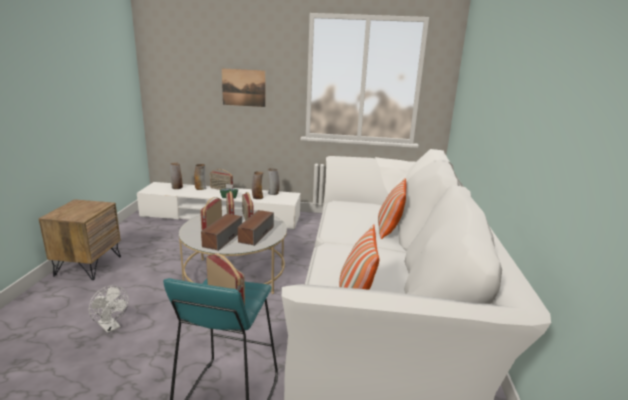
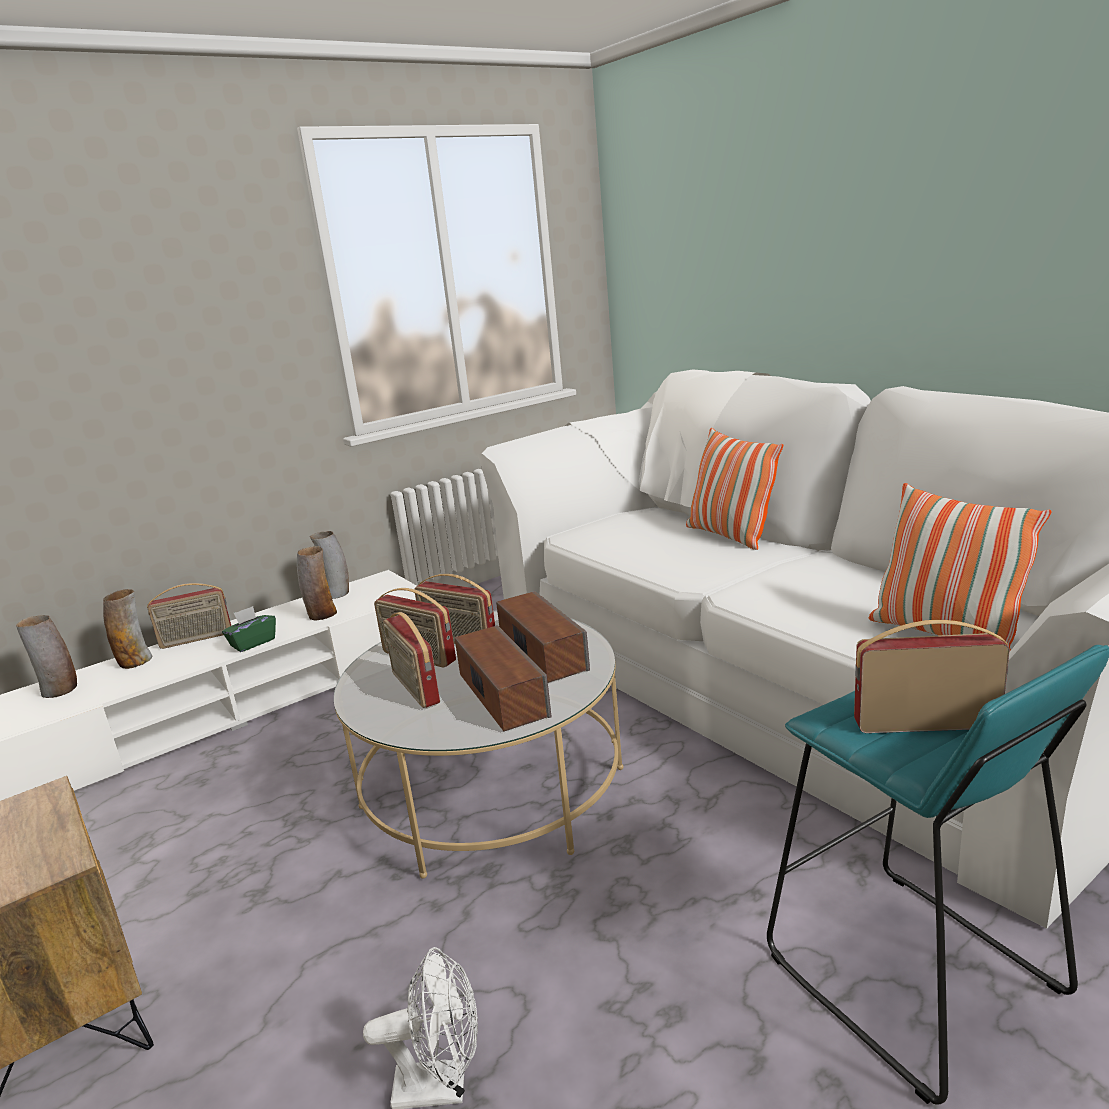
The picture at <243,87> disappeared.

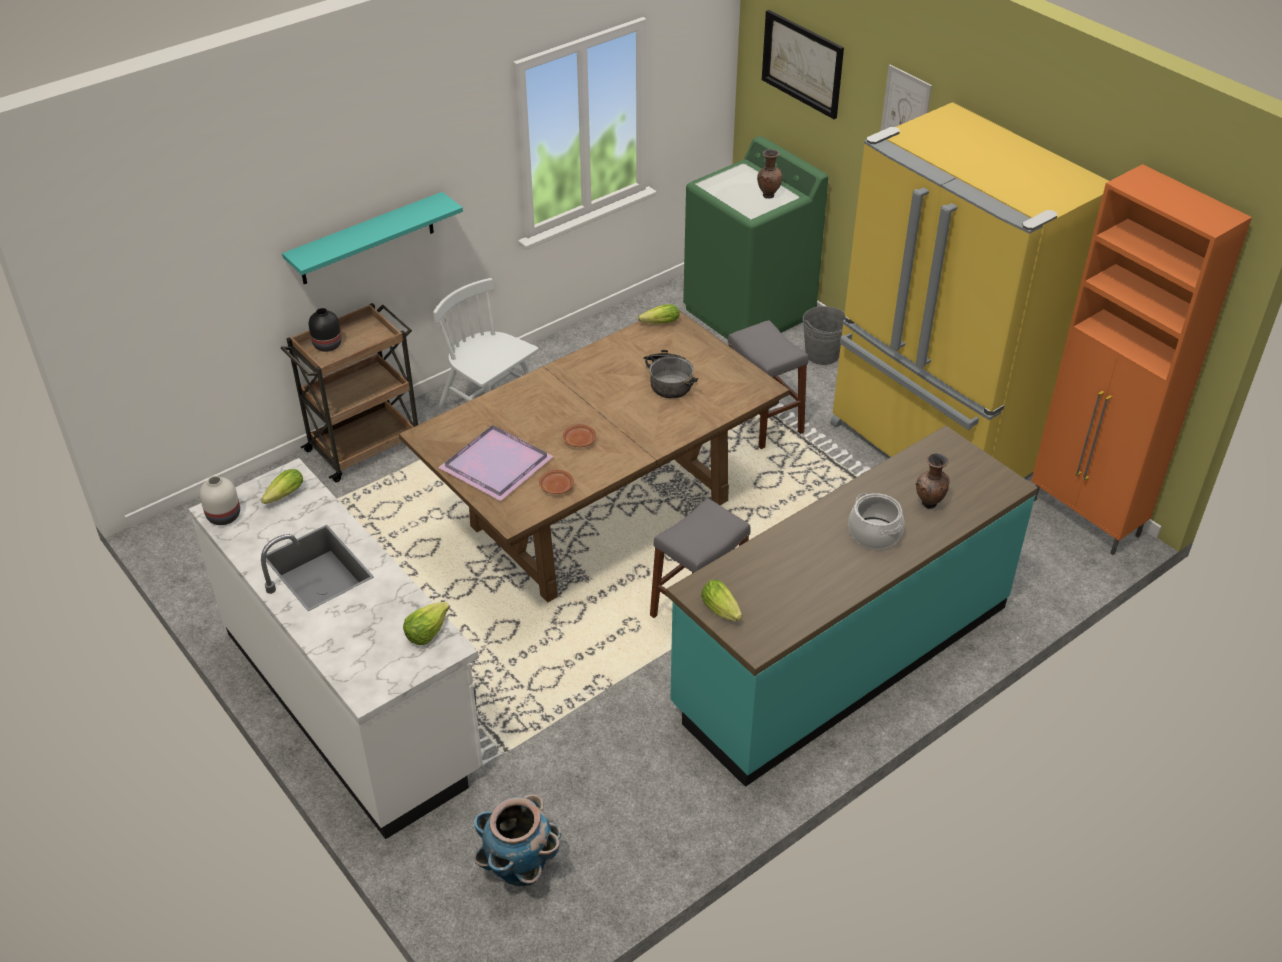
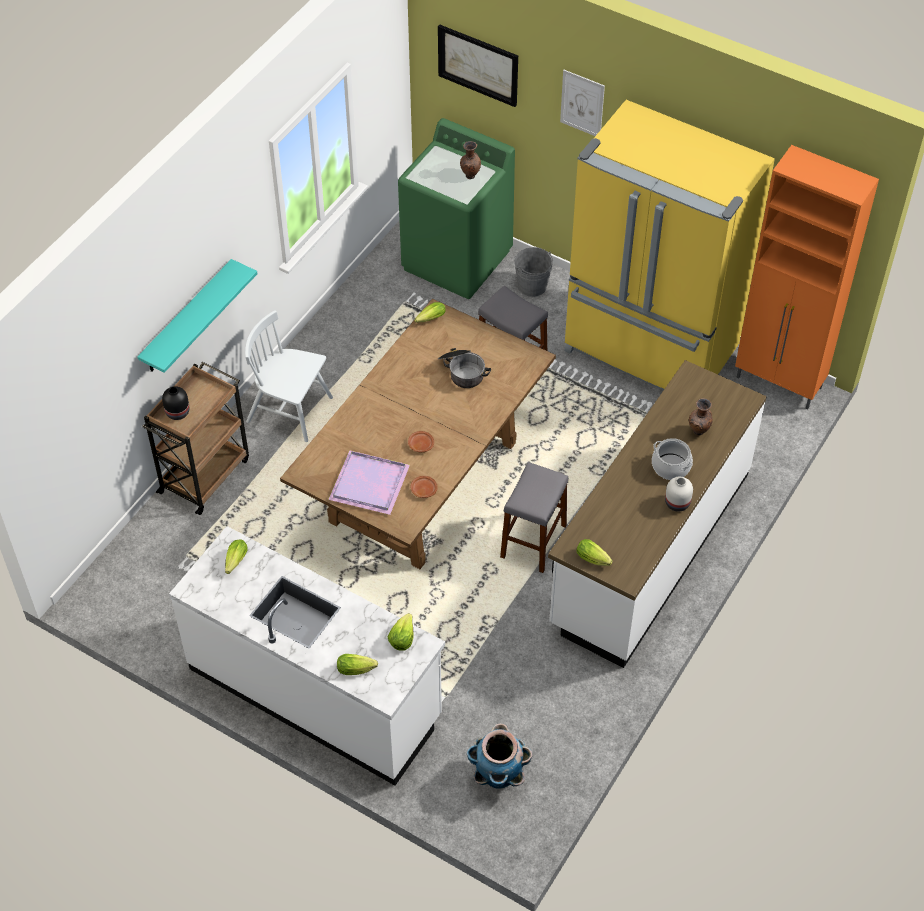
The turquoise-coloured kitchen counter at <852,606> became the whitish kitchen counter at <657,514>.
The whitish flower vase moved from <220,500> to <679,494>.
The lettuce at <357,664> appeared.

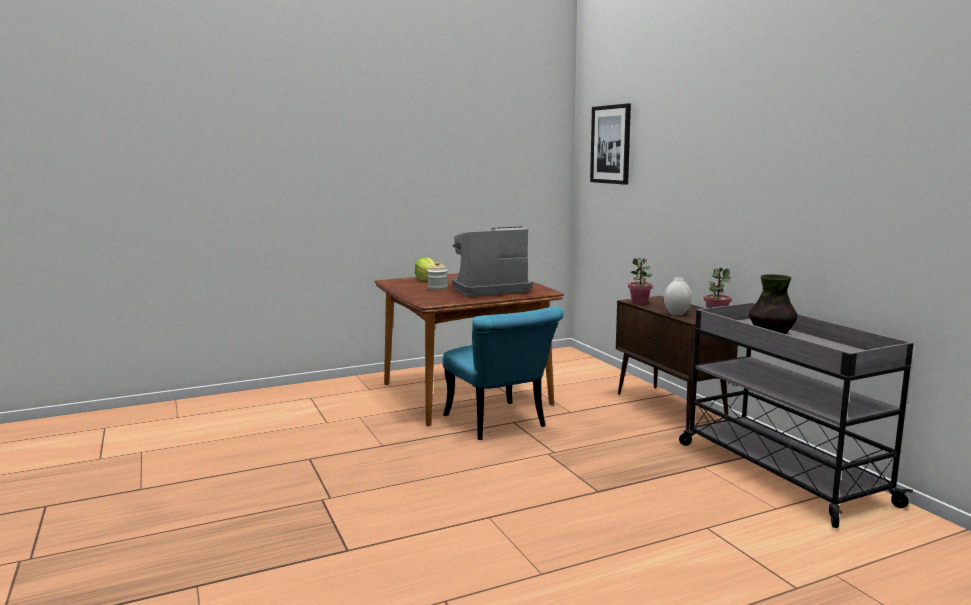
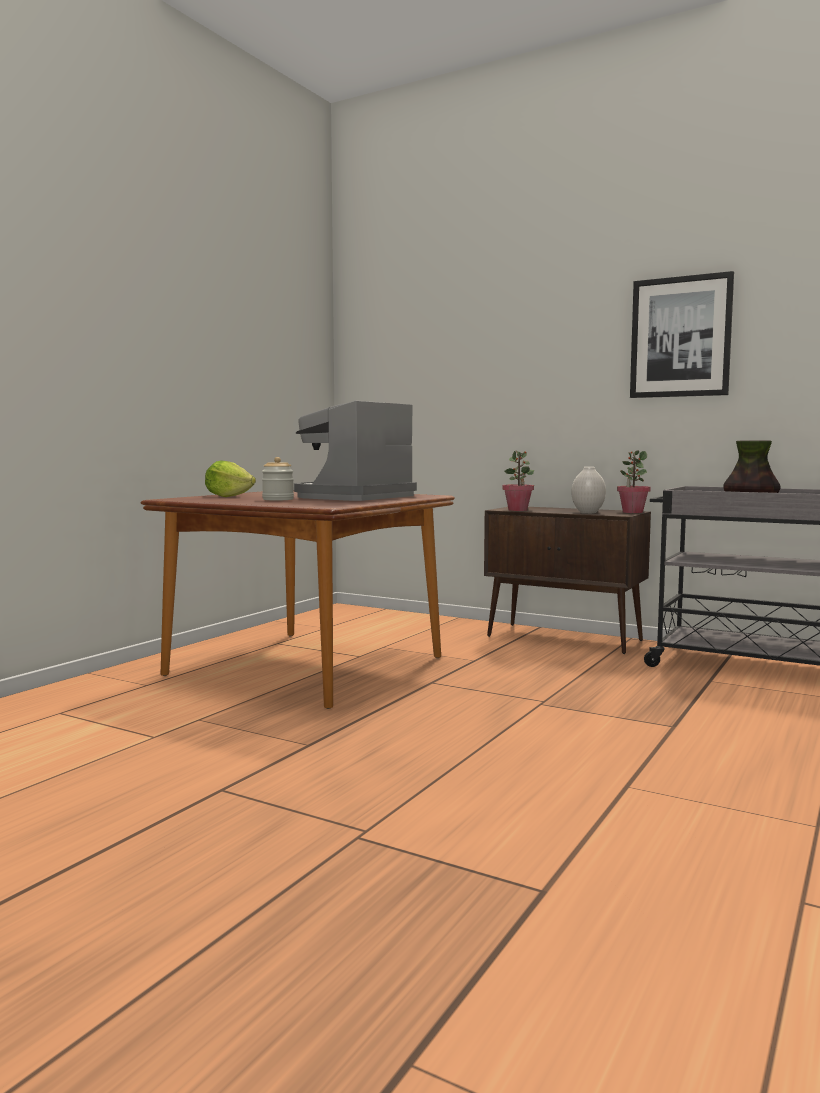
The picture moved from <610,144> to <682,334>.
The turquoise-coloured plain chair at <503,373> disappeared.

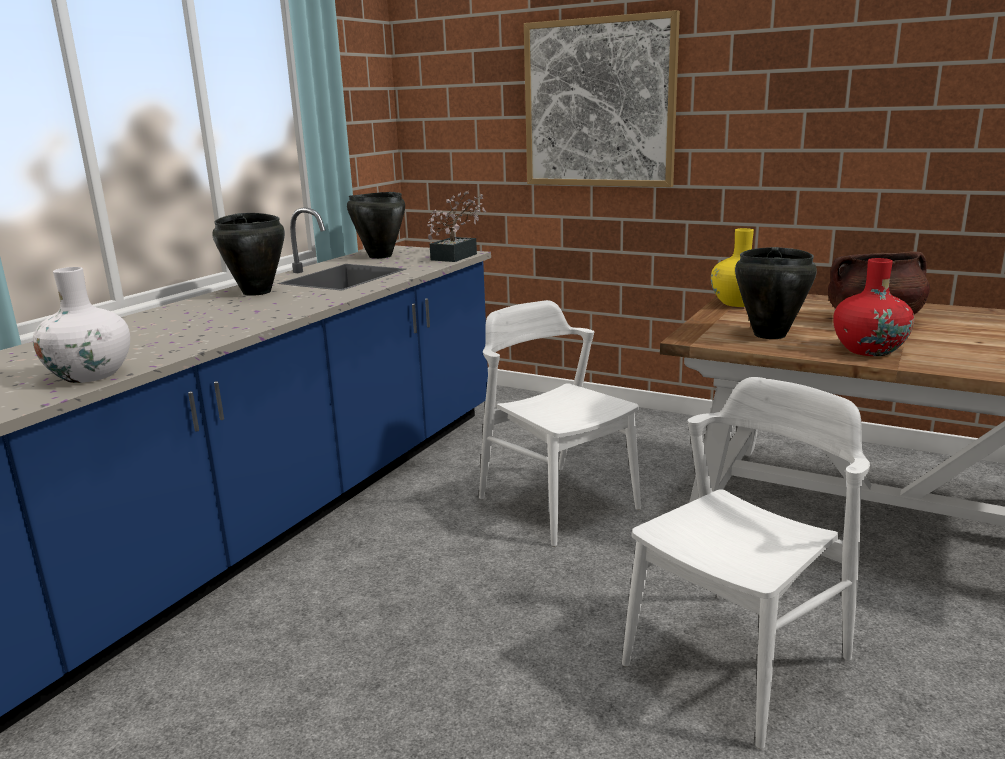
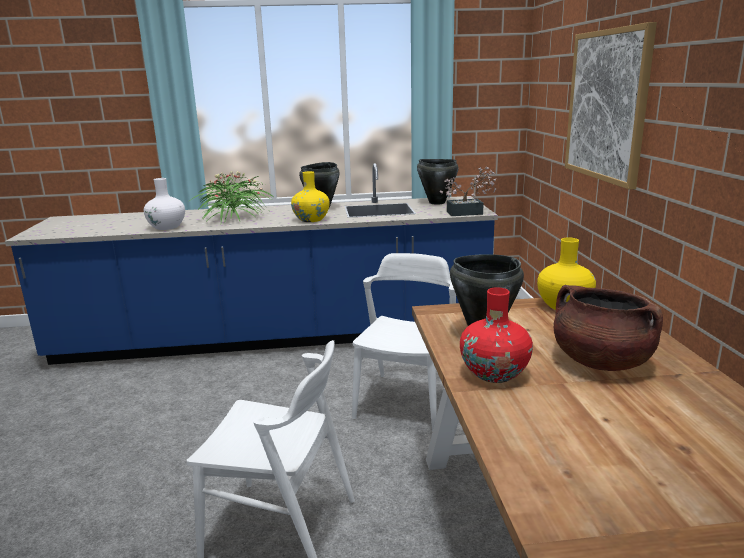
The plant in a pot at <233,196> appeared.
The yellow-coloured flower vase at <310,196> appeared.

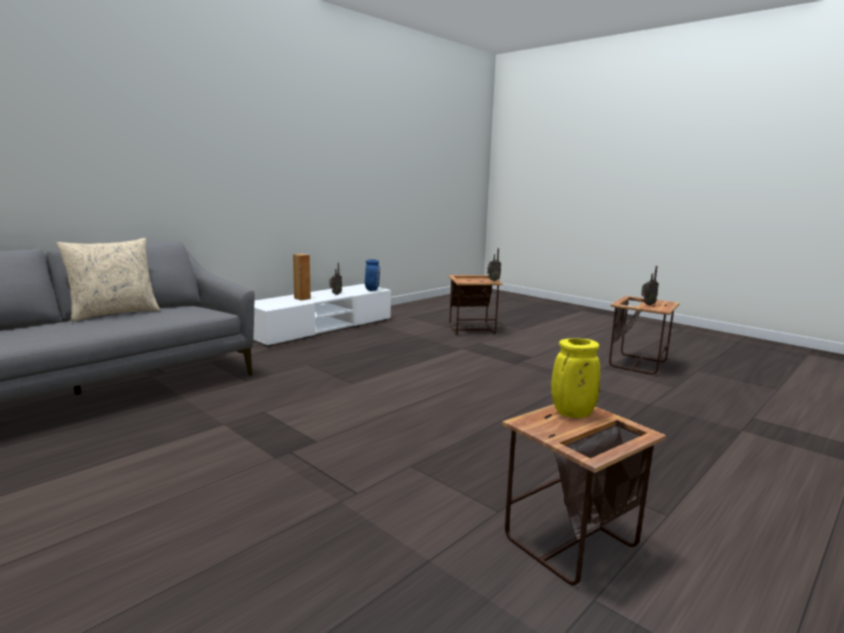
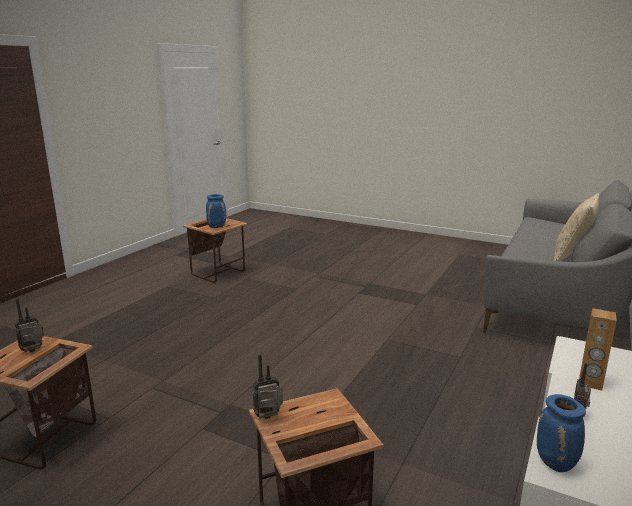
The yellow-coloured flower vase at <575,378> became the bluish flower vase at <216,211>.

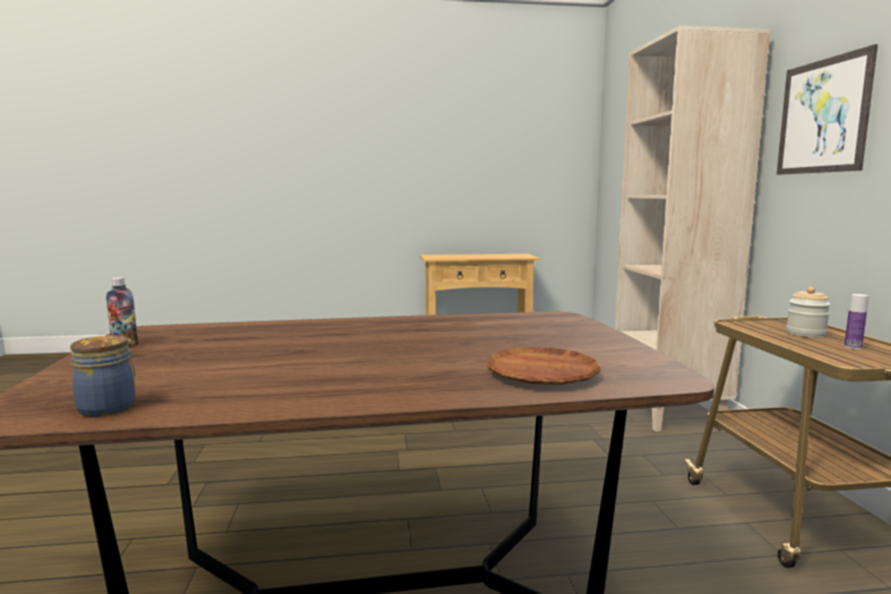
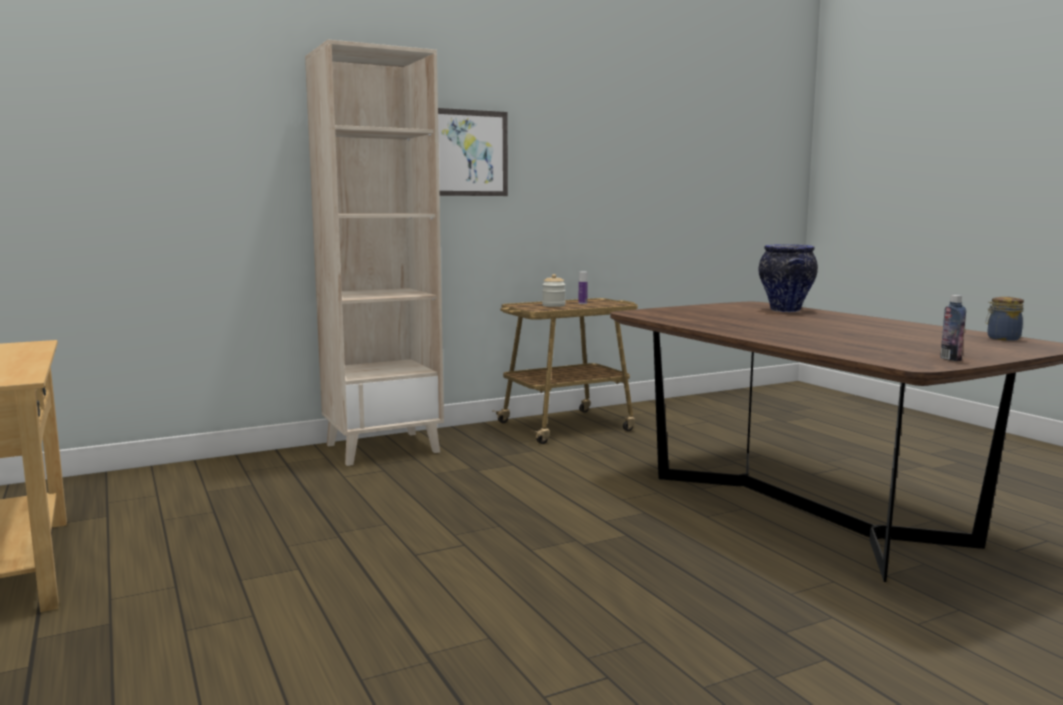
The brown plate at <544,366> was replaced by the flower vase at <788,278>.

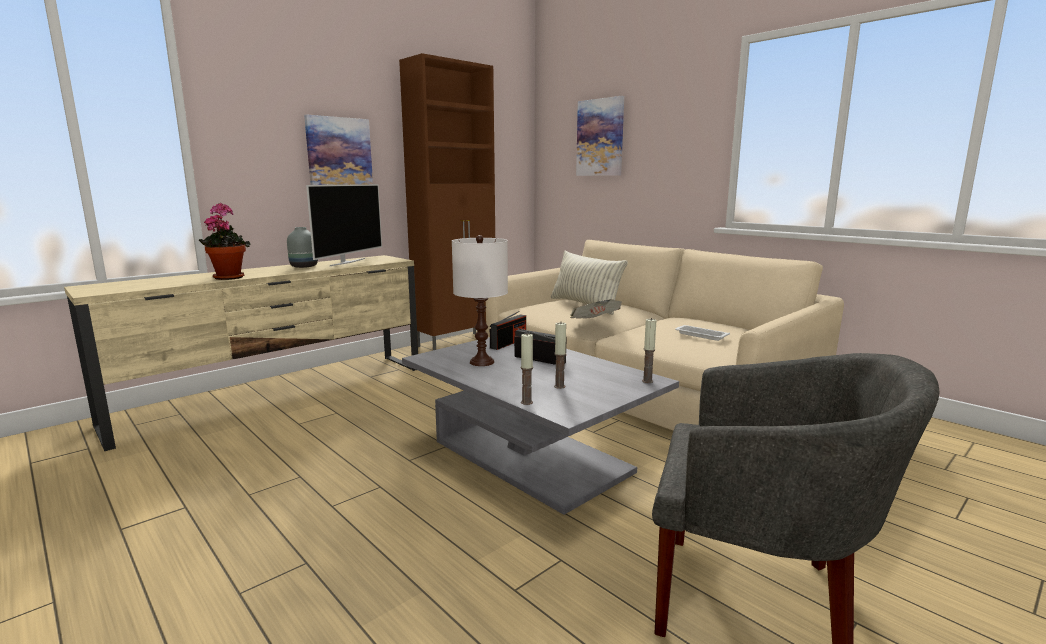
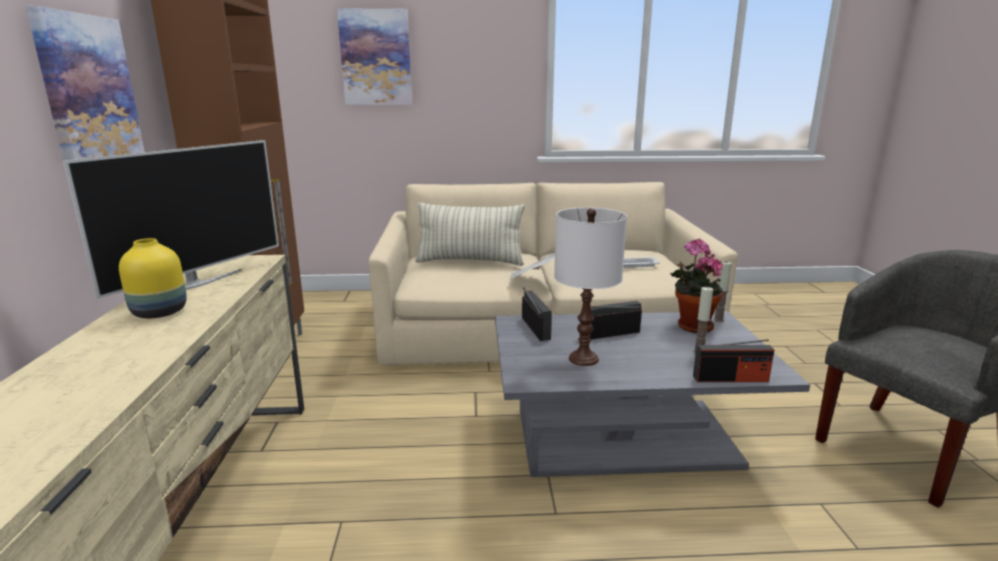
The television at <344,225> turned 60 degrees clockwise.
The plant in a pot moved from <224,241> to <696,286>.
The gray flower vase at <302,247> became the yellow-coloured flower vase at <153,278>.
The candle at <527,369> was replaced by the radio receiver at <733,360>.

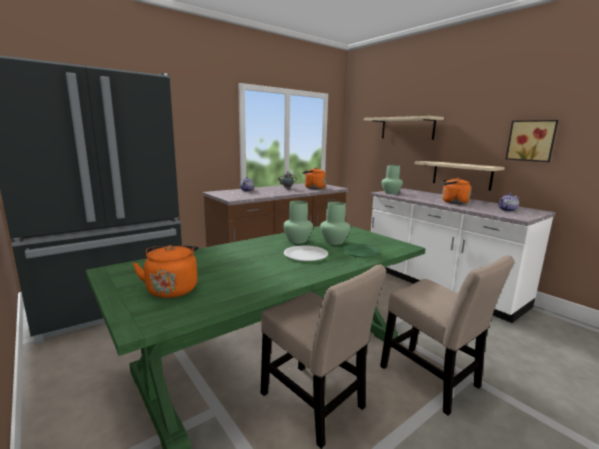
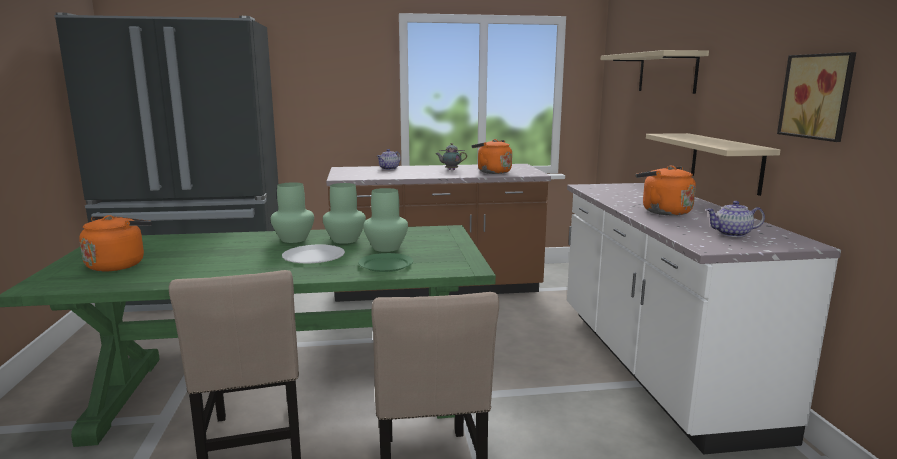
The greenish flower vase moved from <392,179> to <292,212>.

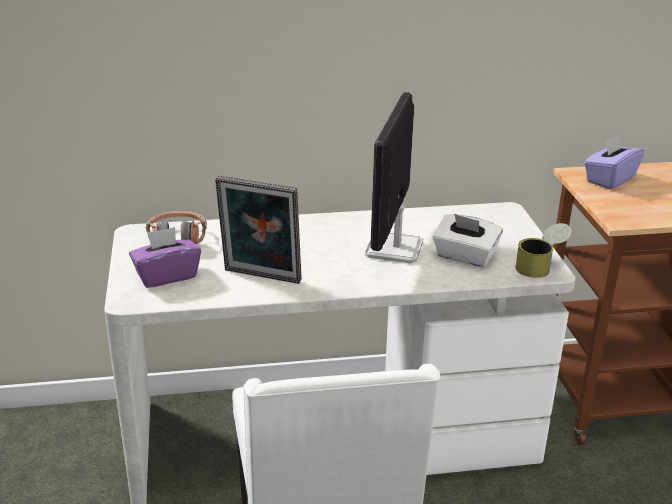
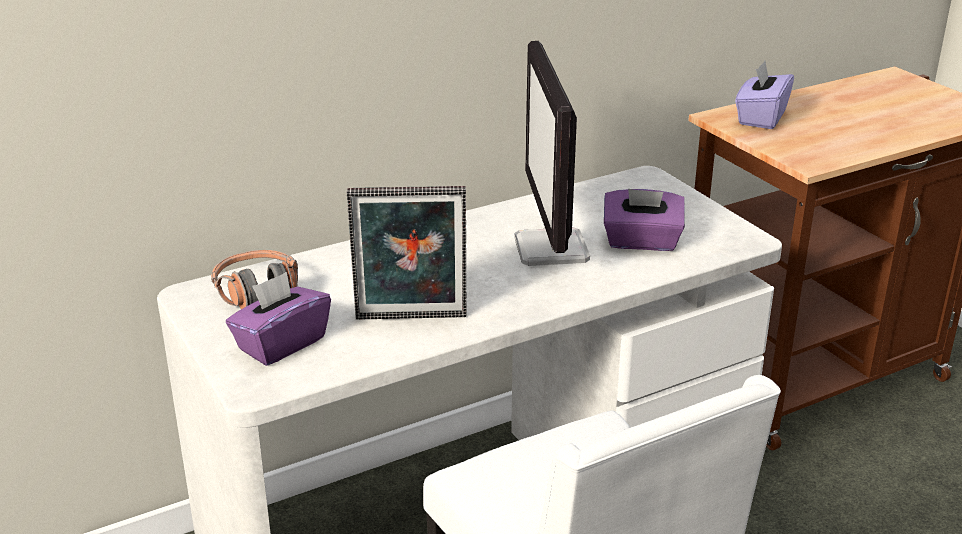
The whitish tissue holder at <468,241> became the purple tissue holder at <644,220>.
The can at <543,250> disappeared.

